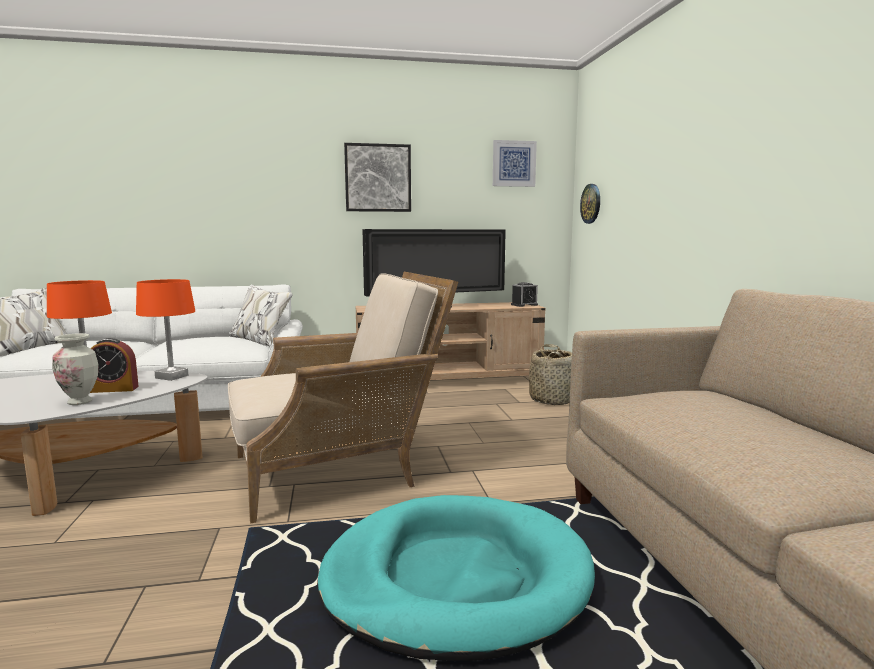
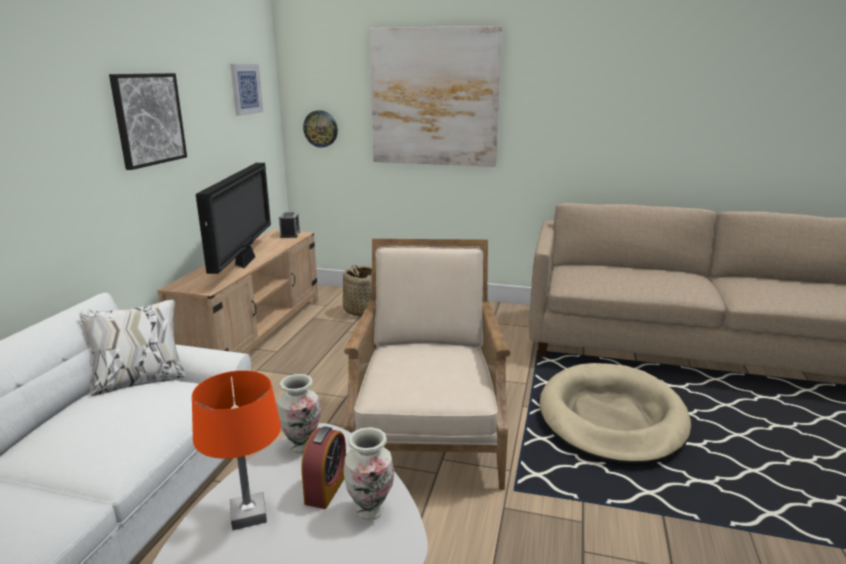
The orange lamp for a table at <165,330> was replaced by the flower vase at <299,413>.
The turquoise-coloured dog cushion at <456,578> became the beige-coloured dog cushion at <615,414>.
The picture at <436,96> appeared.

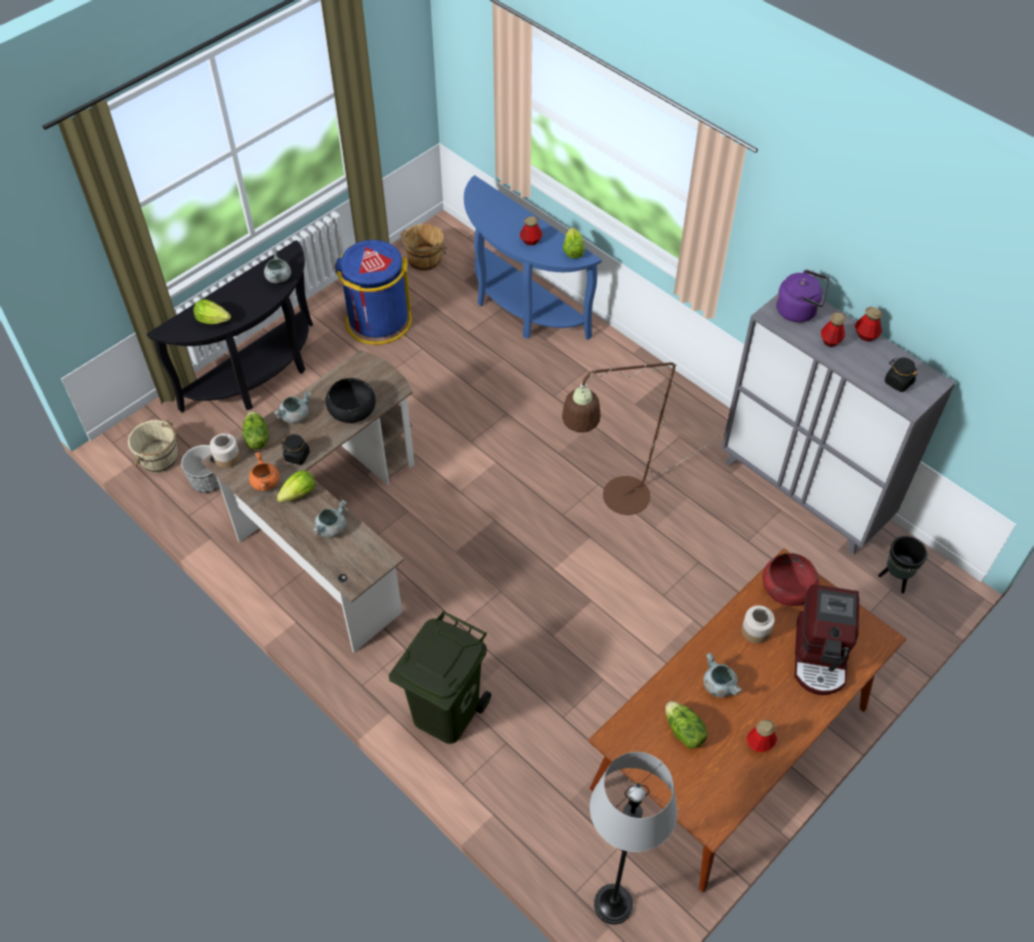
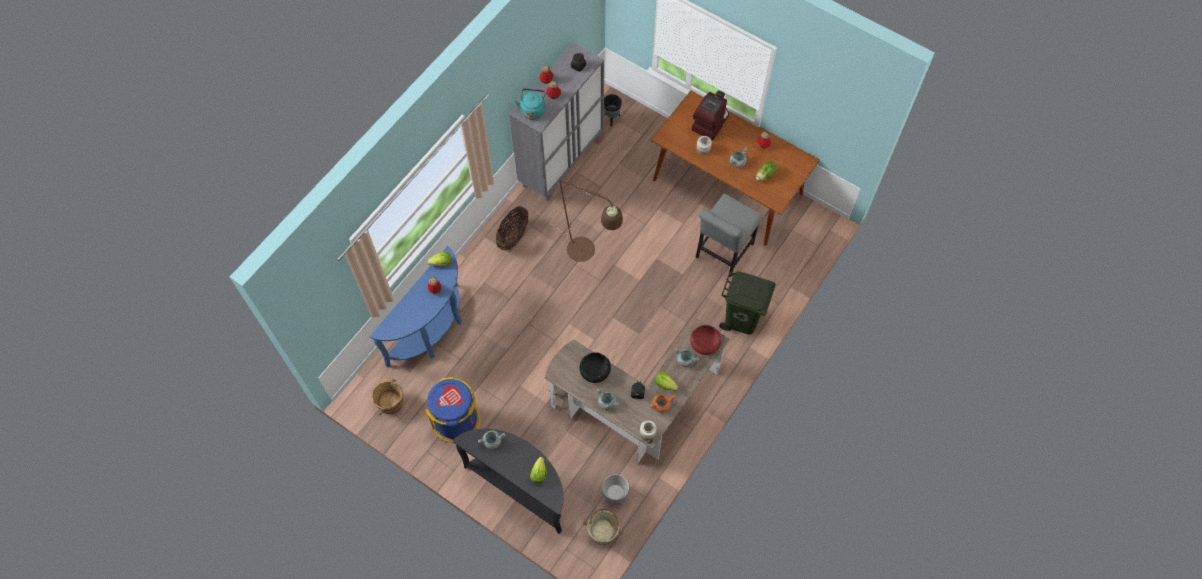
The purple water kettle at <802,296> became the turquoise-coloured water kettle at <530,104>.
The lettuce at <256,430> disappeared.
The reddish bowl moved from <790,579> to <705,340>.
The coffee machine at <826,639> turned 60 degrees counterclockwise.
The gray standard lamp at <633,838> disappeared.
The gray plain chair at <729,235> appeared.
The storage basket at <512,228> appeared.

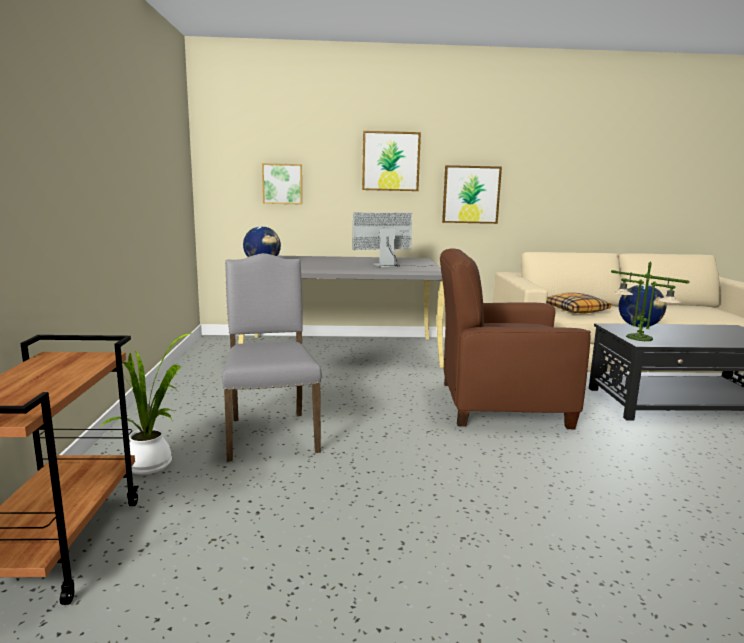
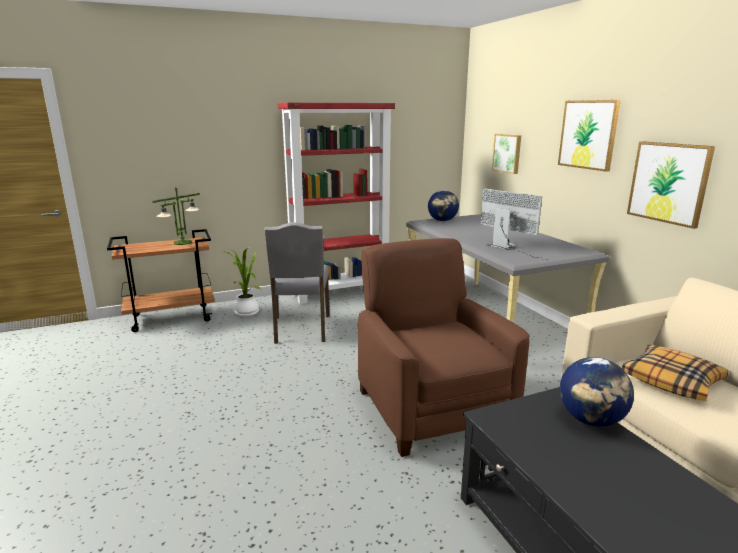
The gray plain chair at <272,357> turned 120 degrees clockwise.
The lamp for a table moved from <650,301> to <176,216>.
The reddish bookcase at <336,203> appeared.

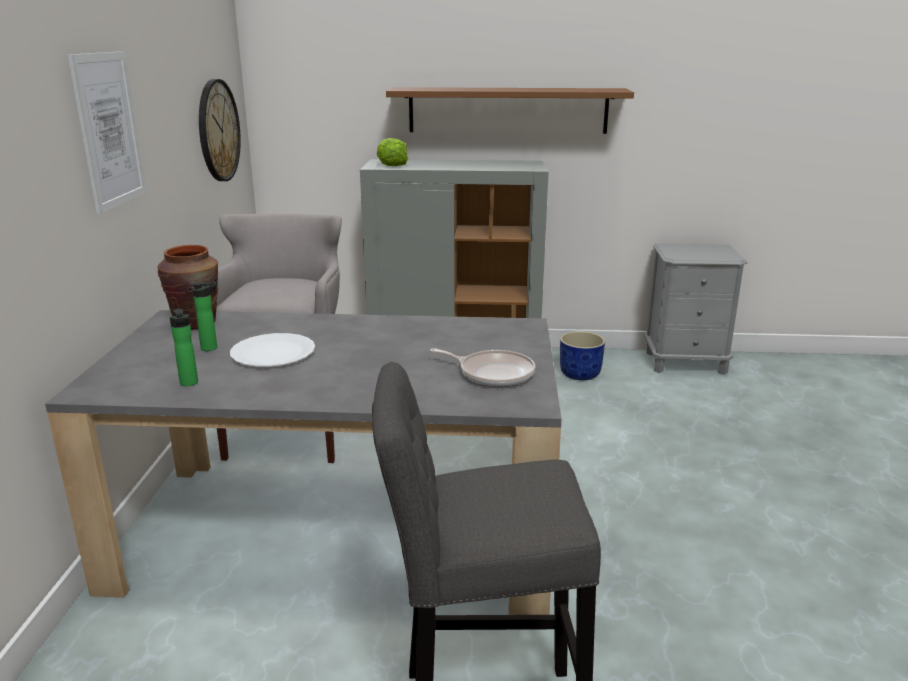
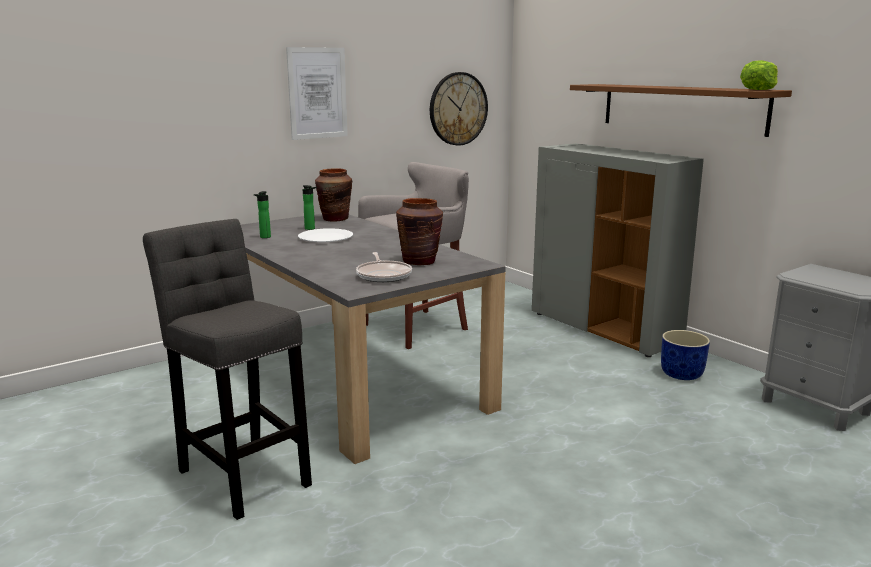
The lettuce moved from <392,152> to <759,75>.
The brown flower vase at <419,231> appeared.

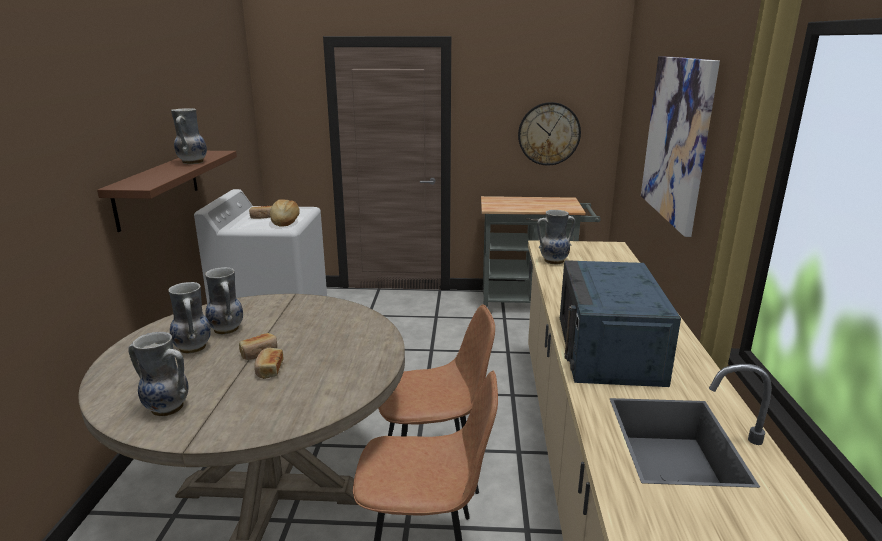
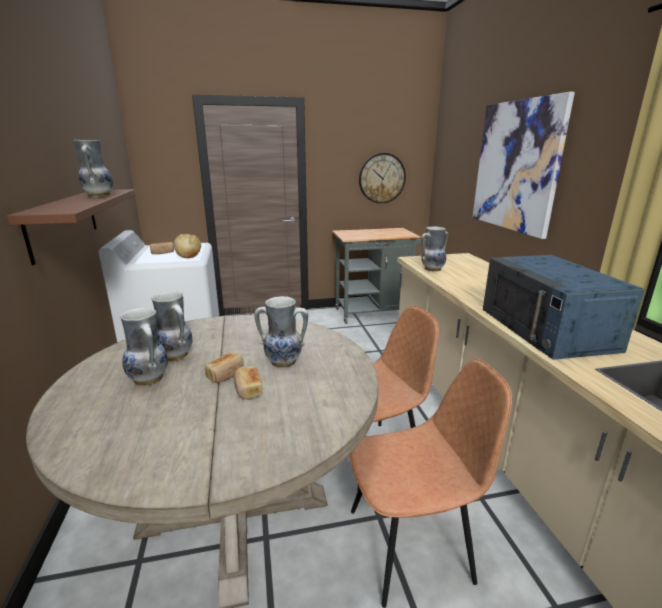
The flower vase moved from <158,374> to <281,332>.

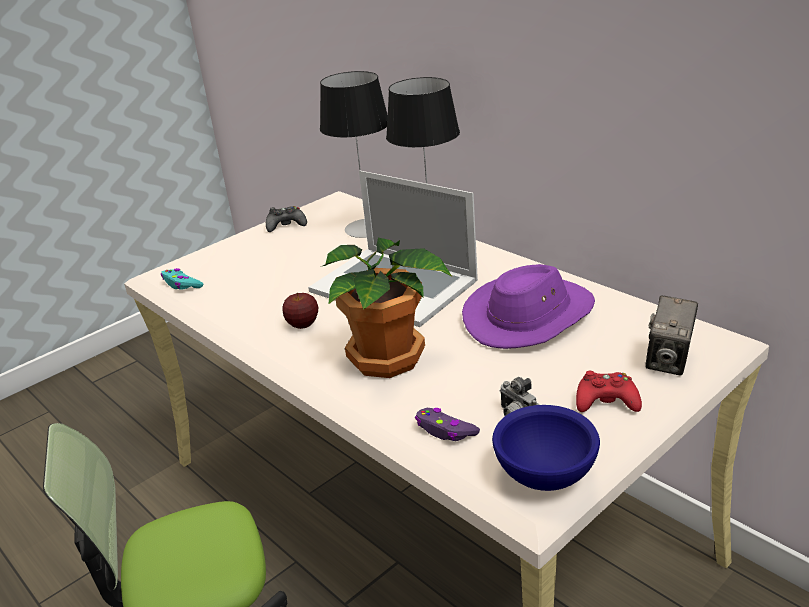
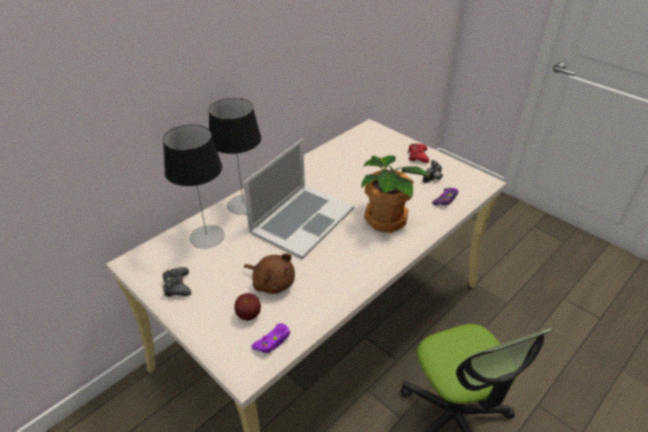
The purple wearable hat at <528,306> disappeared.
The turquoise-coloured game controller at <182,279> became the purple game controller at <270,338>.
The apple fruit moved from <300,311> to <247,306>.
The still camera at <671,335> disappeared.
The bluish bowl at <546,448> disappeared.
The brown cuddly toy at <269,273> appeared.

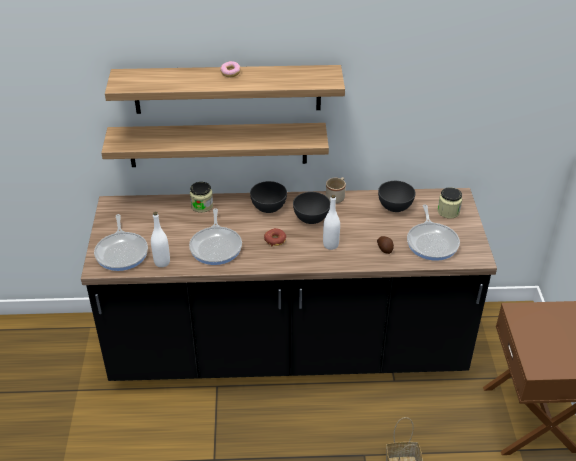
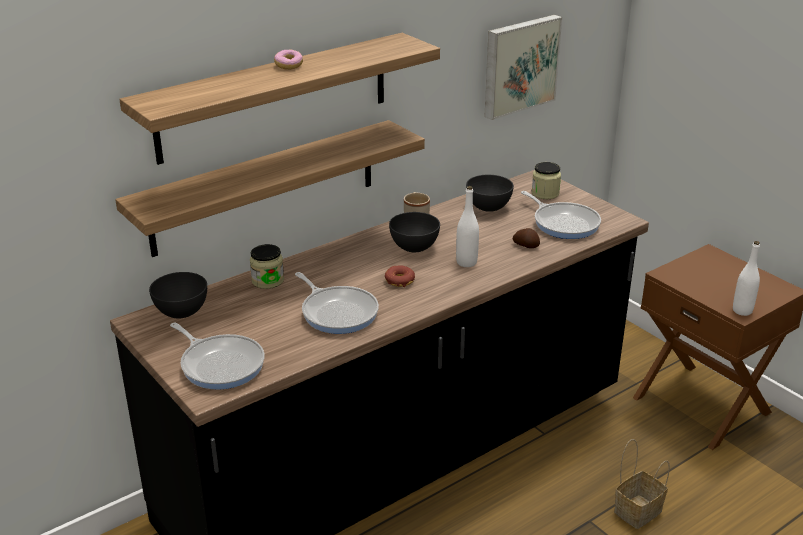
The gray bowl moved from <268,197> to <178,295>.
The whitish beverage bottle moved from <160,239> to <746,278>.
The picture at <523,67> appeared.

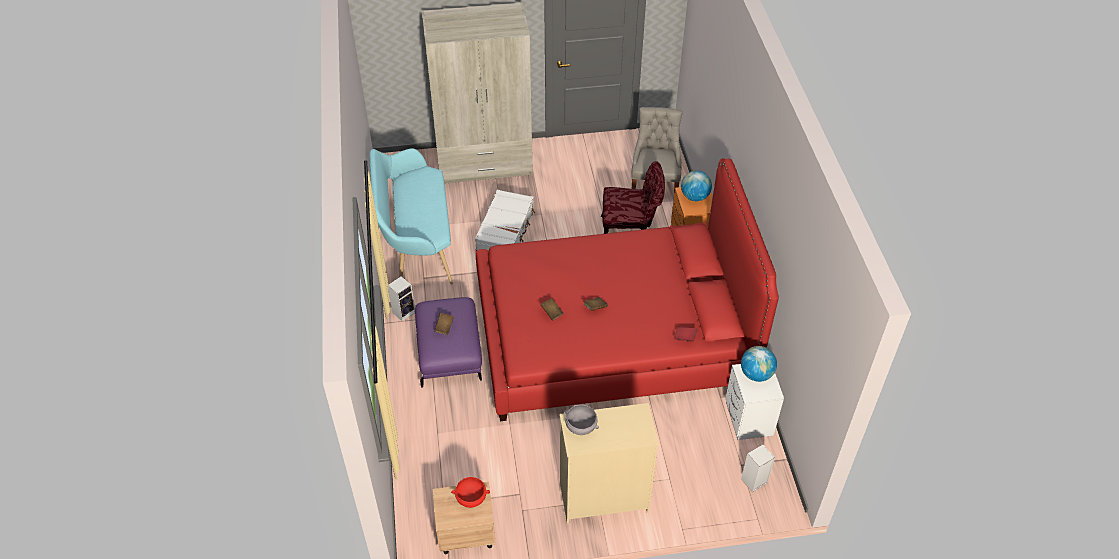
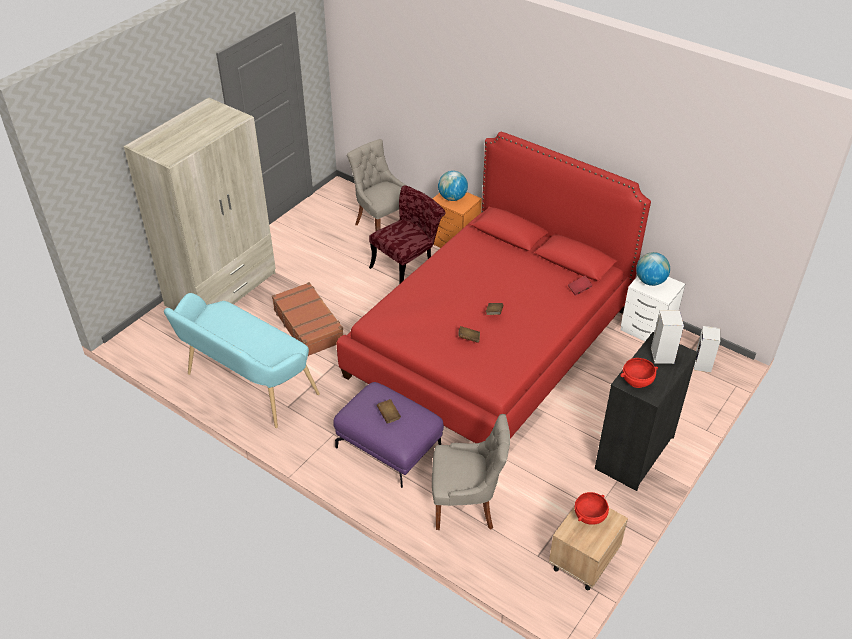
The whitish suitcase at <505,220> became the brown suitcase at <308,319>.
The speaker moved from <401,298> to <667,337>.
The beige-coloured chest of drawers at <609,463> became the black chest of drawers at <646,411>.
The gray bowl at <581,420> became the reddish bowl at <639,373>.
The gray plain chair at <471,472> appeared.

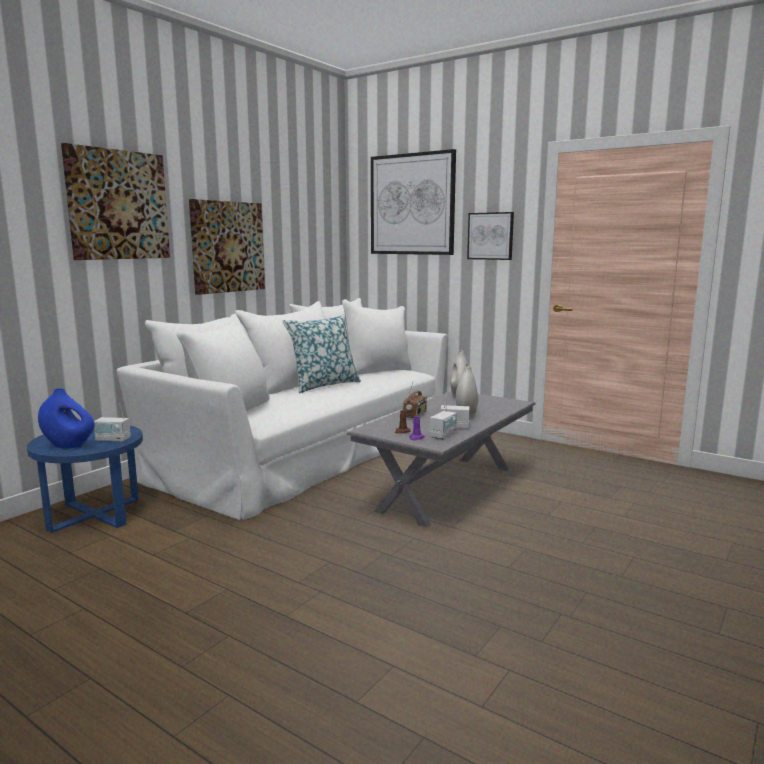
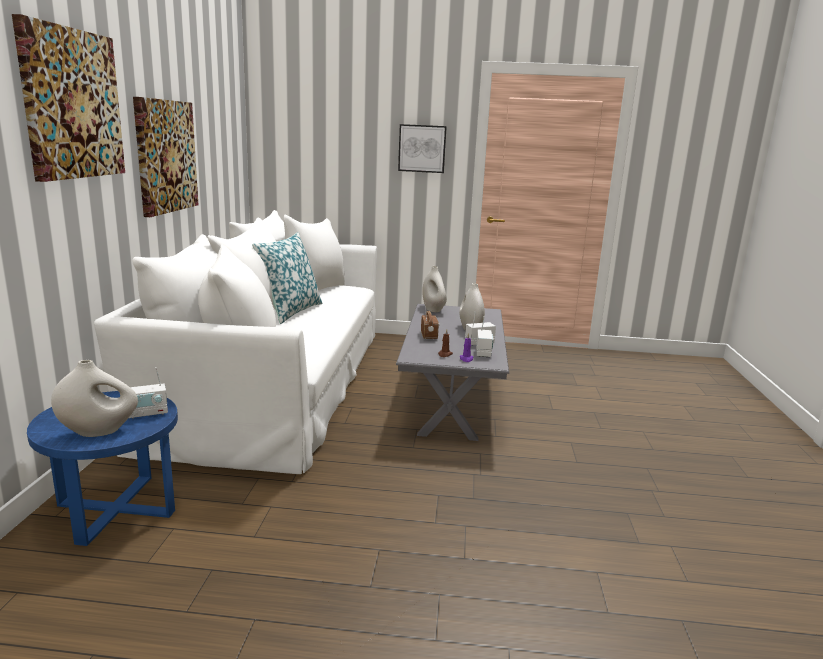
The picture at <413,202> disappeared.
The bluish flower vase at <66,418> became the whitish flower vase at <94,398>.

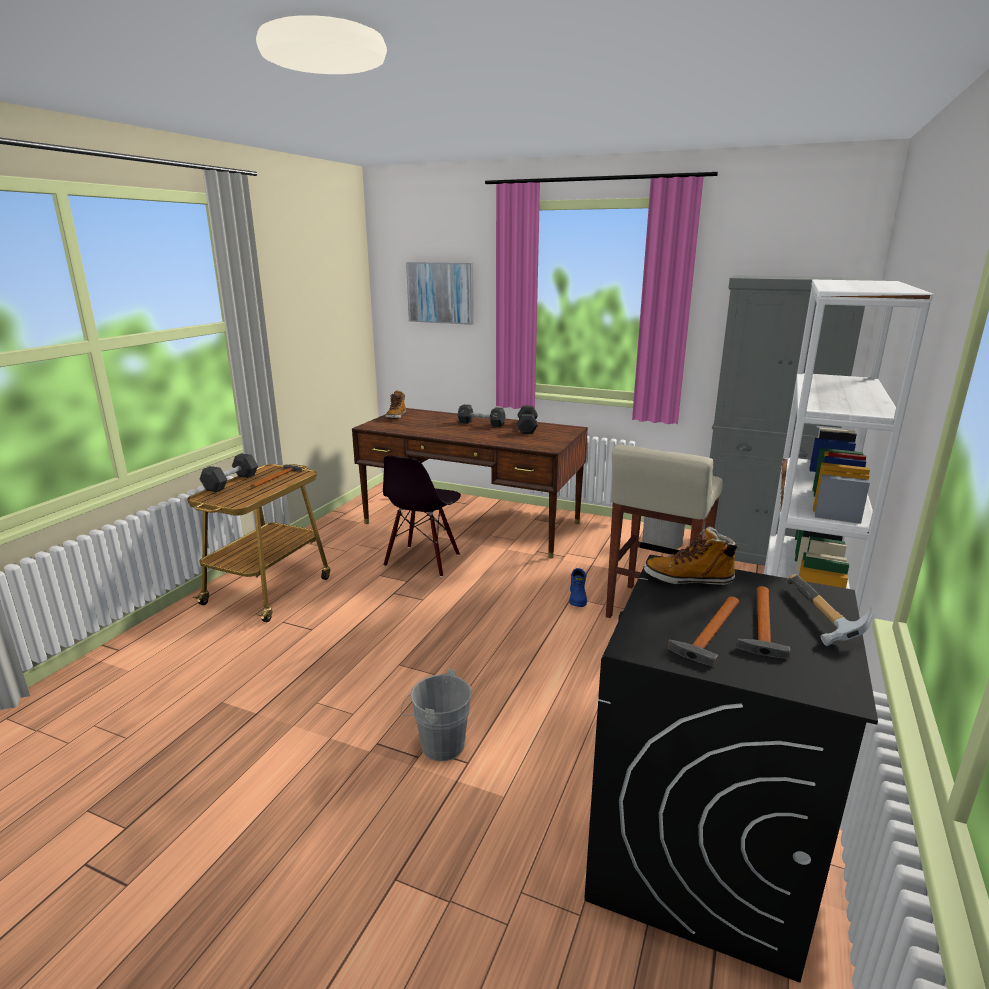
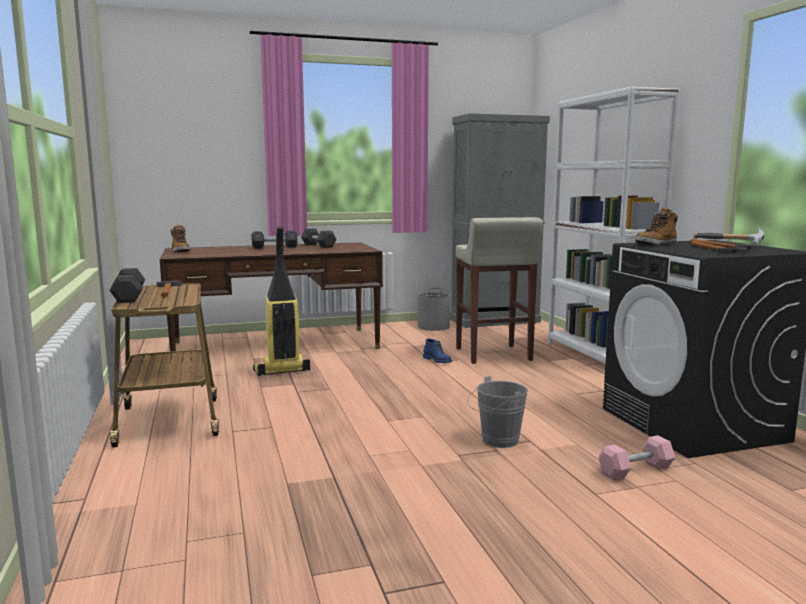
The picture at <440,293> disappeared.
The black plain chair at <422,516> was replaced by the vacuum at <281,301>.
The pinkish hand weight at <637,458> appeared.

